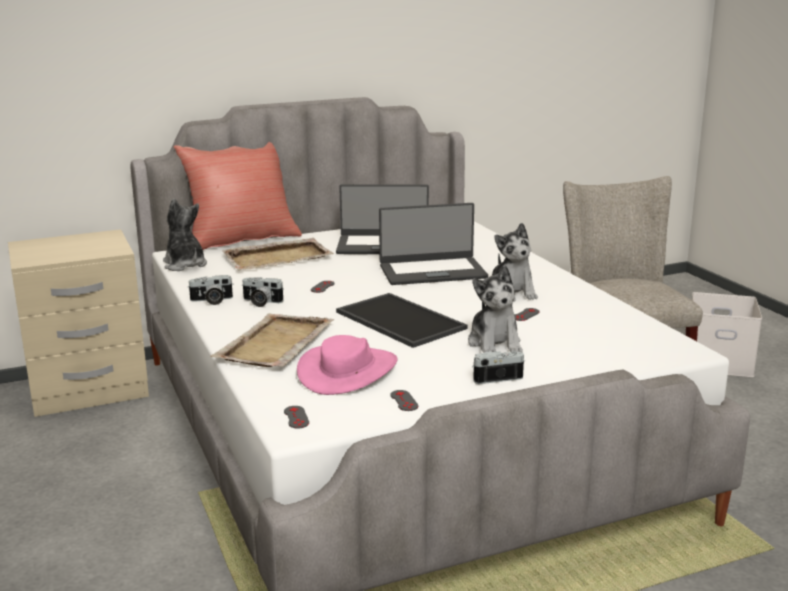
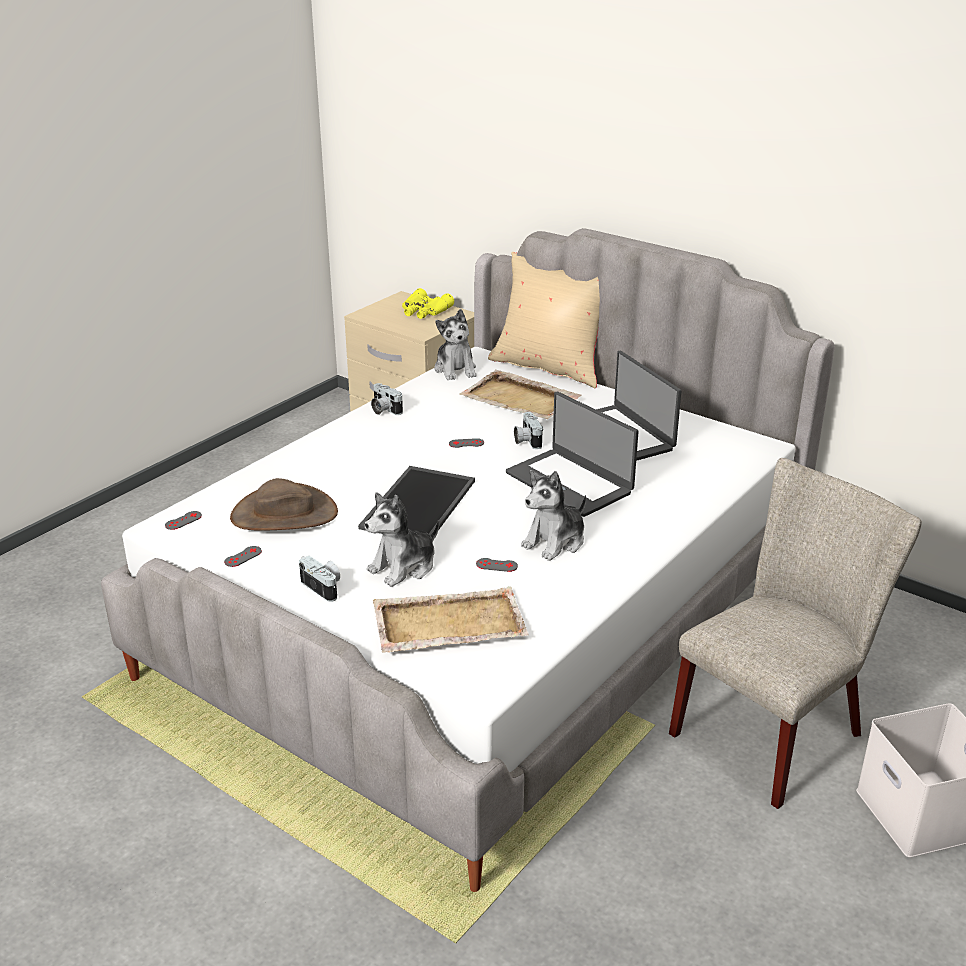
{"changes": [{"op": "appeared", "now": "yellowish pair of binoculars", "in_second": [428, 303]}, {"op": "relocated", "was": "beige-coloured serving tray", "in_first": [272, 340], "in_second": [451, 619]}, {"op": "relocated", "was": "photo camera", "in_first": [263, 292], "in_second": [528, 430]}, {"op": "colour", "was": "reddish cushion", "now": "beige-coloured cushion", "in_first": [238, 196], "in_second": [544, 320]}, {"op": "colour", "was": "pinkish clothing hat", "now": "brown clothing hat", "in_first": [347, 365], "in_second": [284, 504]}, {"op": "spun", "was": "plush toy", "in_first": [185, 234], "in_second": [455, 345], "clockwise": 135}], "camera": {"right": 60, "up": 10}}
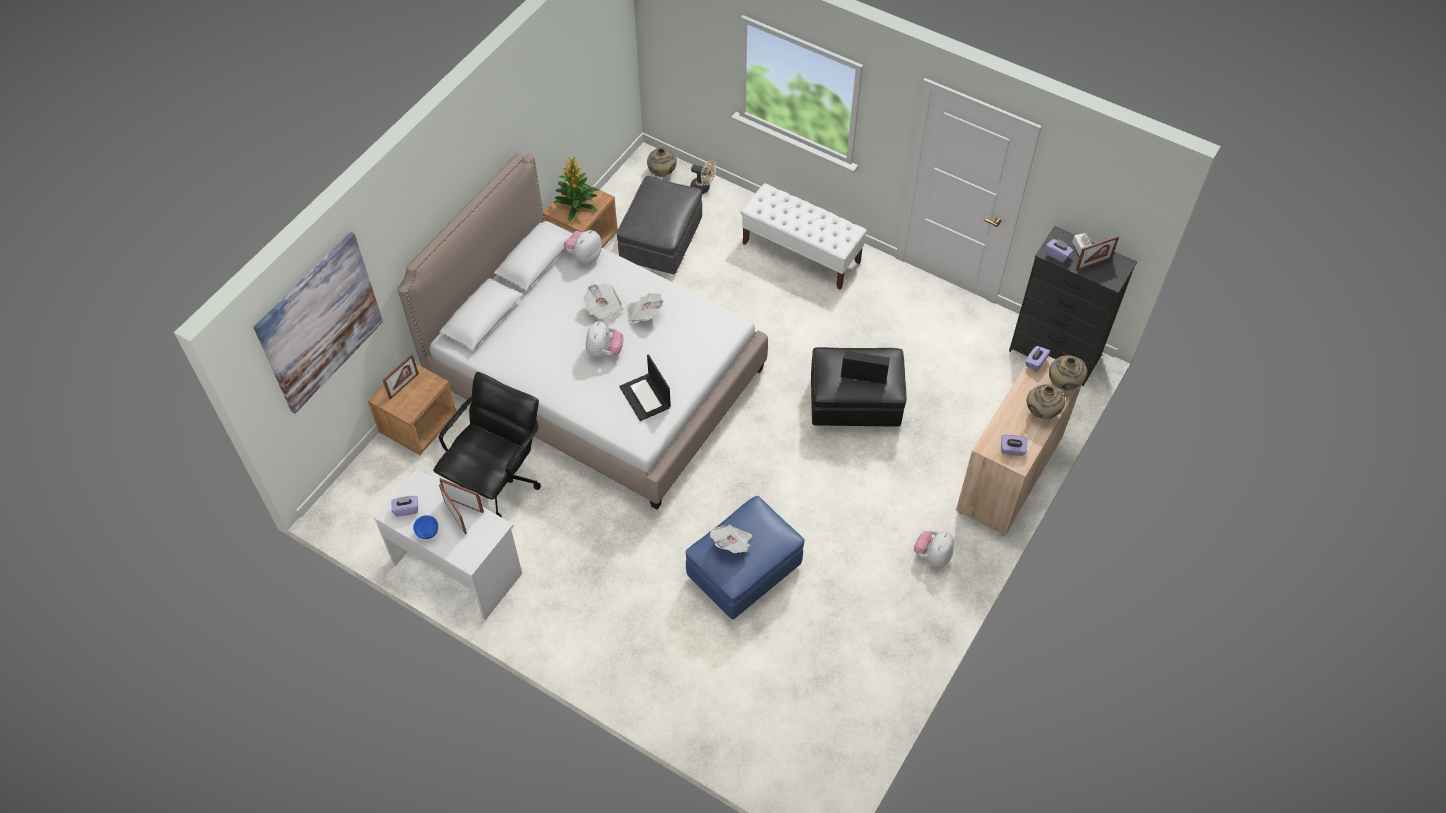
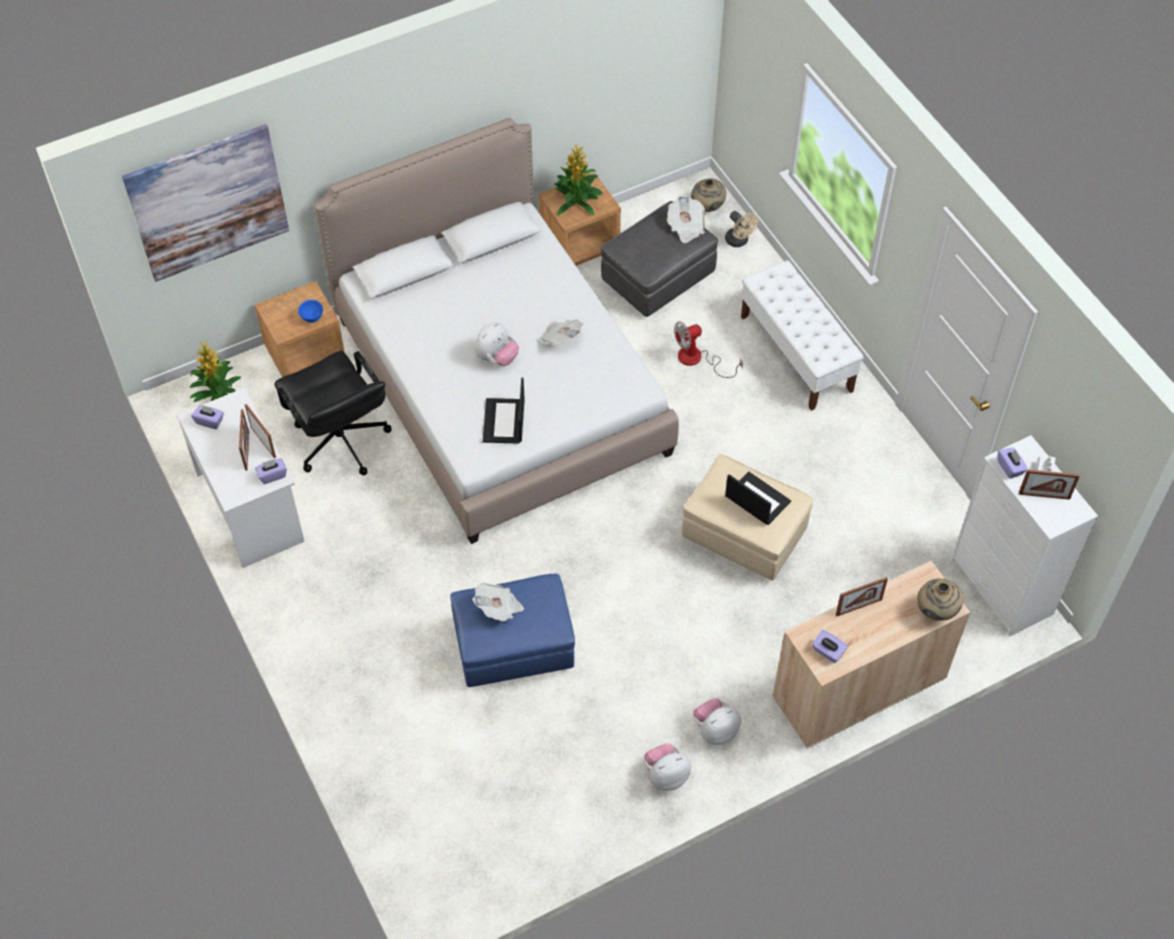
{"changes": [{"op": "missing", "was": "beige-coloured decorative vase", "in_first": [1046, 401]}, {"op": "appeared", "now": "plant in a pot", "in_second": [215, 371]}, {"op": "appeared", "now": "fan", "in_second": [708, 349]}, {"op": "relocated", "was": "picture frame", "in_first": [401, 376], "in_second": [862, 597]}, {"op": "relocated", "was": "blue-coloured bowl", "in_first": [425, 527], "in_second": [310, 311]}, {"op": "relocated", "was": "plush toy", "in_first": [583, 247], "in_second": [667, 767]}, {"op": "relocated", "was": "newspaper", "in_first": [603, 304], "in_second": [686, 219]}, {"op": "relocated", "was": "purplish tissue box", "in_first": [1037, 359], "in_second": [271, 471]}, {"op": "colour", "was": "blackish pouffe", "now": "beige-coloured pouffe", "in_first": [858, 387], "in_second": [747, 517]}, {"op": "colour", "was": "blackish chest of drawers", "now": "whitish chest of drawers", "in_first": [1073, 306], "in_second": [1024, 536]}, {"op": "spun", "was": "blackish computer chair", "in_first": [487, 444], "in_second": [333, 413], "clockwise": 90}], "camera": {"right": 30, "up": 0}}
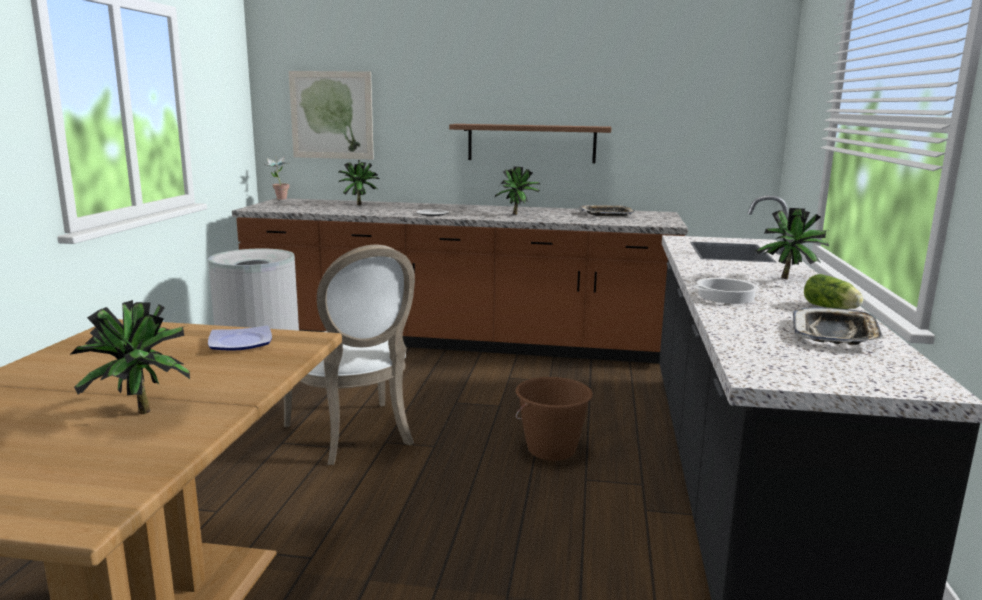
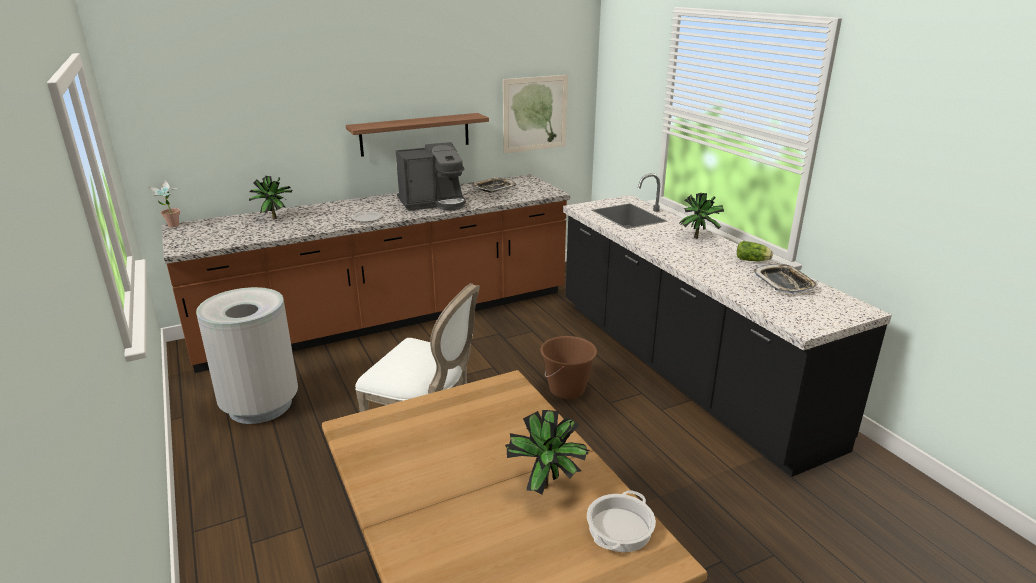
{"changes": [{"op": "missing", "was": "plate", "in_first": [240, 338]}, {"op": "relocated", "was": "picture", "in_first": [331, 115], "in_second": [535, 114]}, {"op": "relocated", "was": "saucepot", "in_first": [726, 291], "in_second": [621, 521]}, {"op": "exchanged", "was": "plant in a pot", "now": "coffee brewer", "in_first": [517, 191], "in_second": [431, 176]}], "camera": {"right": -35, "up": 10}}
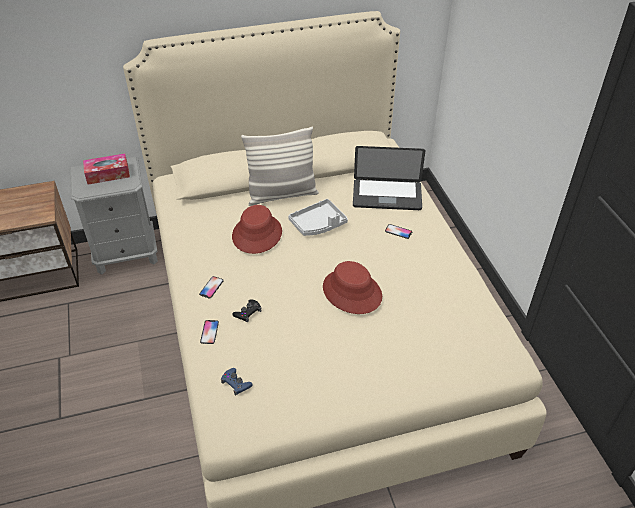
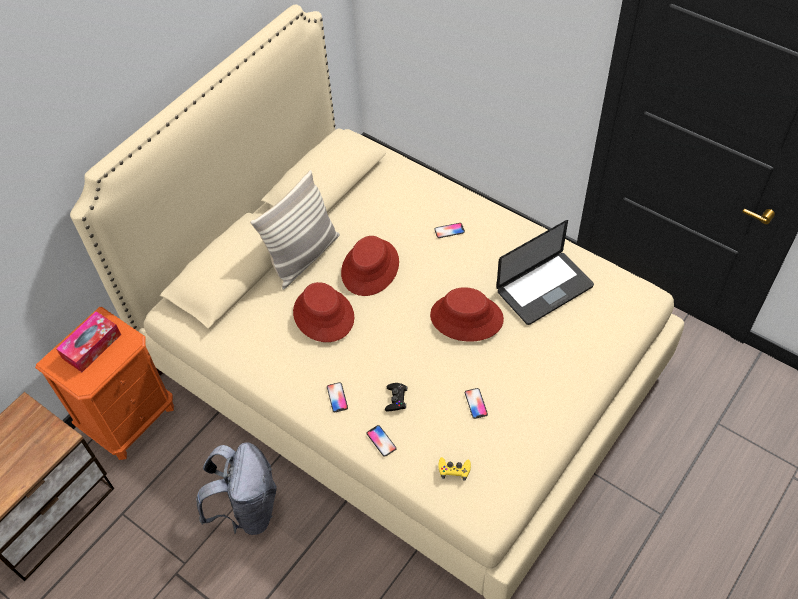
{"changes": [{"op": "appeared", "now": "greyish backpack", "in_second": [236, 488]}, {"op": "appeared", "now": "handset", "in_second": [476, 403]}, {"op": "relocated", "was": "notebook computer", "in_first": [389, 178], "in_second": [545, 272]}, {"op": "exchanged", "was": "greyish serving tray", "now": "reddish clothing hat", "in_first": [318, 217], "in_second": [370, 266]}, {"op": "colour", "was": "greyish bedside table", "now": "orange-coloured bedside table", "in_first": [114, 215], "in_second": [104, 383]}, {"op": "colour", "was": "blue-coloured joypad", "now": "yellowish joypad", "in_first": [237, 381], "in_second": [454, 469]}], "camera": {"right": -35, "up": 10}}
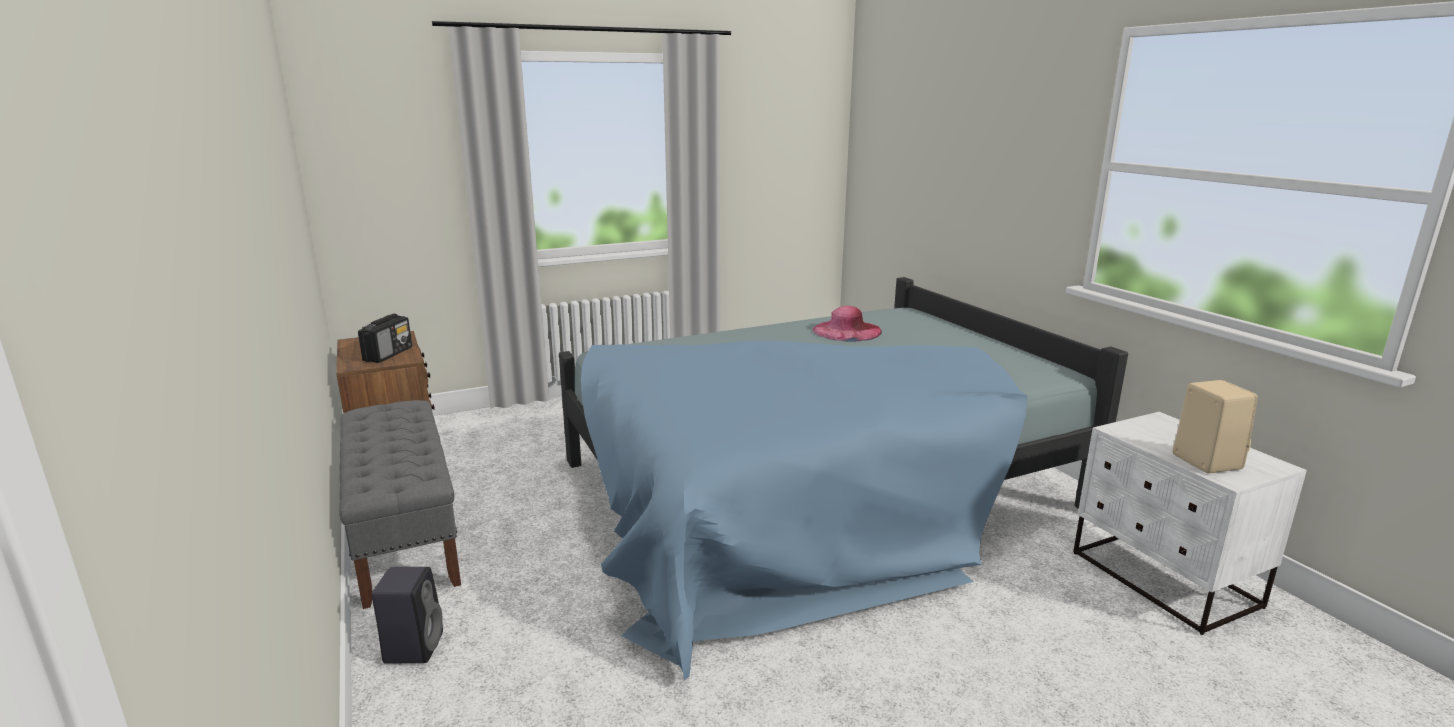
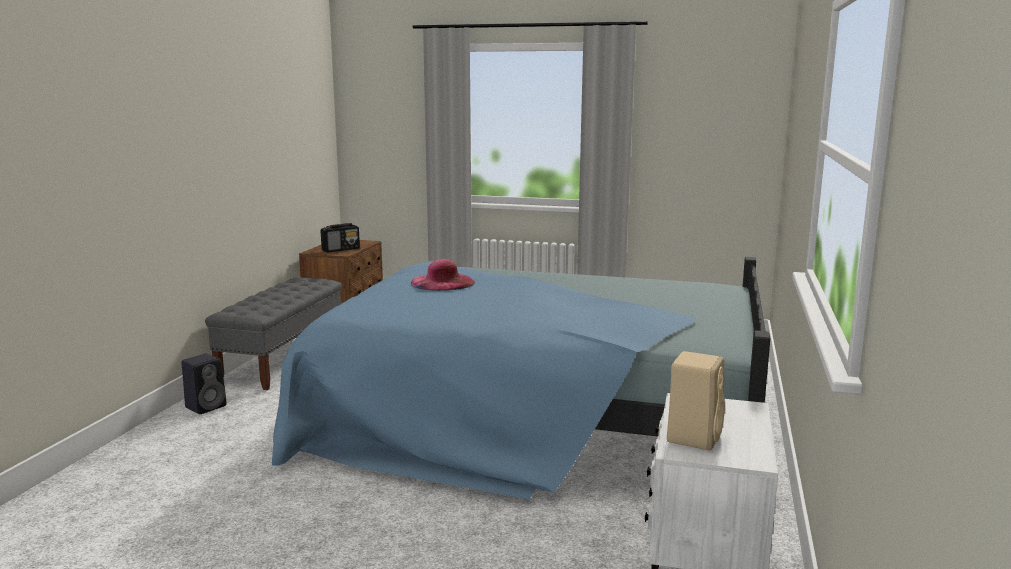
{"changes": [{"op": "relocated", "was": "pinkish clothing hat", "in_first": [847, 324], "in_second": [443, 275]}], "camera": {"right": 40, "up": -5}}
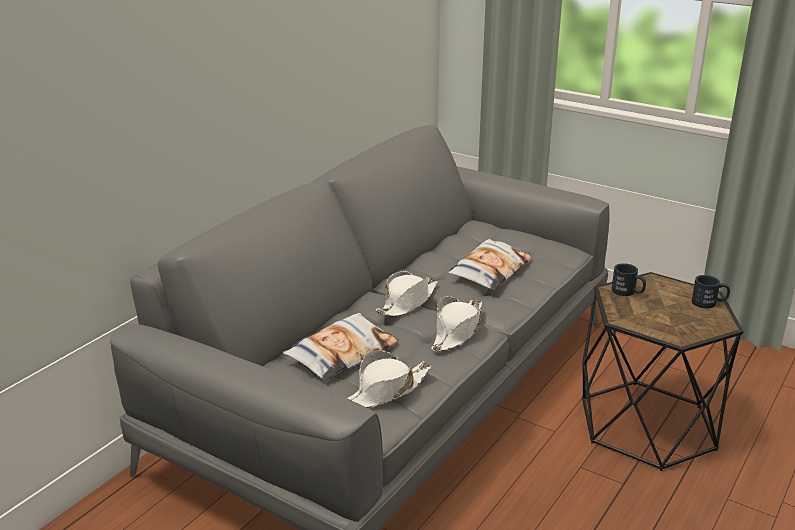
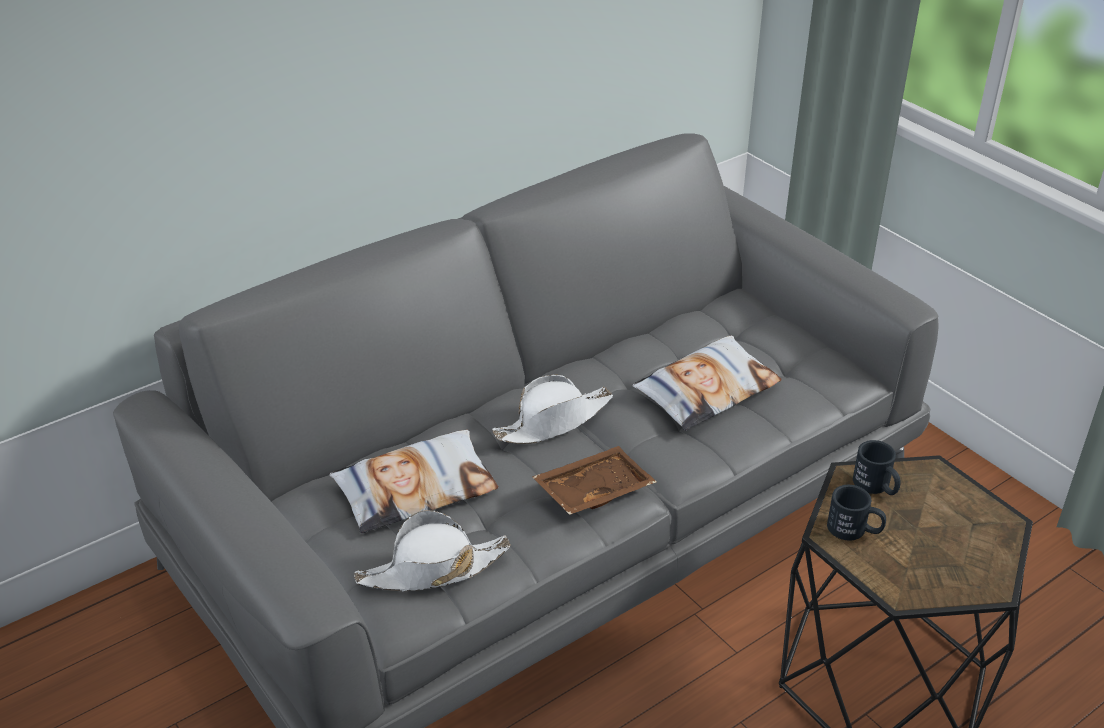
{"changes": [{"op": "relocated", "was": "blackish tea mug", "in_first": [711, 292], "in_second": [856, 513]}, {"op": "exchanged", "was": "whitish clothing hat", "now": "brown serving tray", "in_first": [456, 324], "in_second": [594, 480]}], "camera": {"right": 20, "up": 10}}
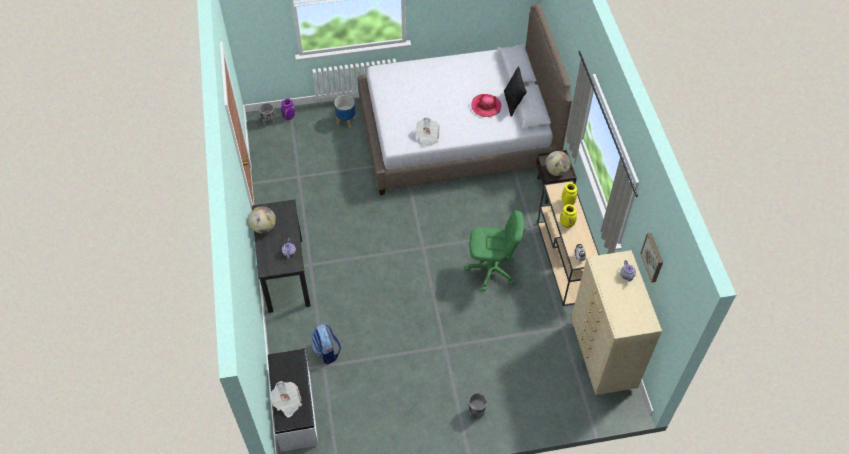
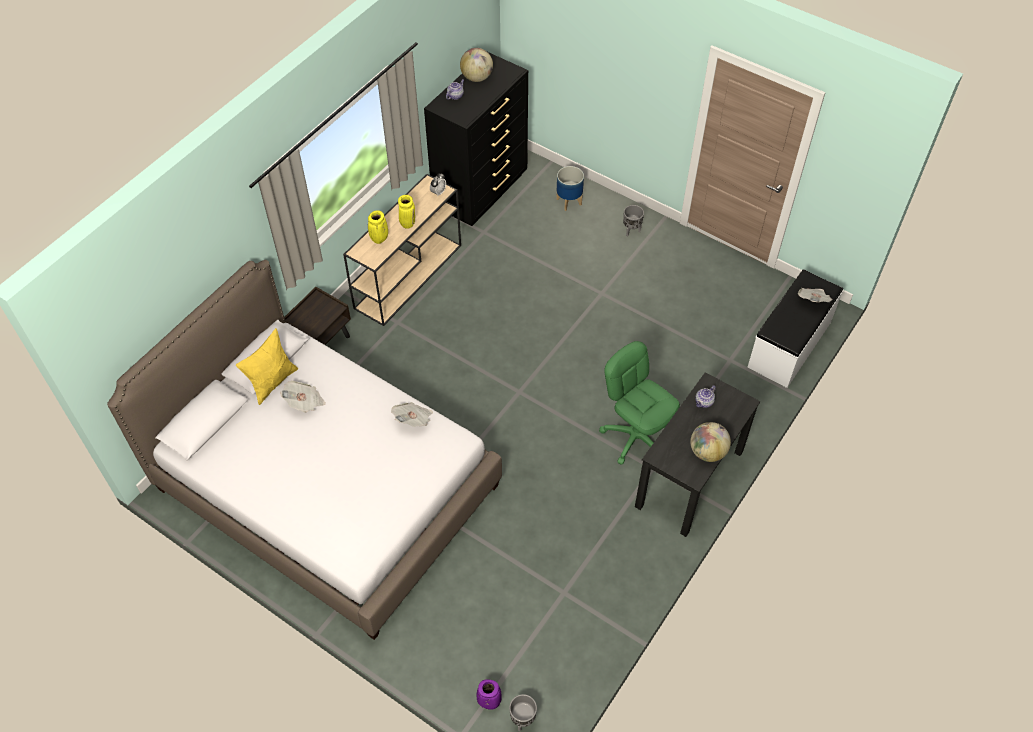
{"changes": [{"op": "missing", "was": "backpack", "in_first": [326, 344]}, {"op": "missing", "was": "picture", "in_first": [651, 258]}, {"op": "relocated", "was": "plant pot", "in_first": [345, 111], "in_second": [570, 188]}, {"op": "relocated", "was": "greenish computer chair", "in_first": [494, 250], "in_second": [639, 403]}, {"op": "relocated", "was": "world globe", "in_first": [557, 163], "in_second": [476, 65]}, {"op": "exchanged", "was": "clothing hat", "now": "newspaper", "in_first": [486, 105], "in_second": [303, 397]}, {"op": "colour", "was": "blackish cushion", "now": "yellowish cushion", "in_first": [515, 91], "in_second": [267, 366]}, {"op": "colour", "was": "beige-coloured chest of drawers", "now": "blackish chest of drawers", "in_first": [616, 322], "in_second": [476, 139]}], "camera": {"right": -135, "up": 0}}
